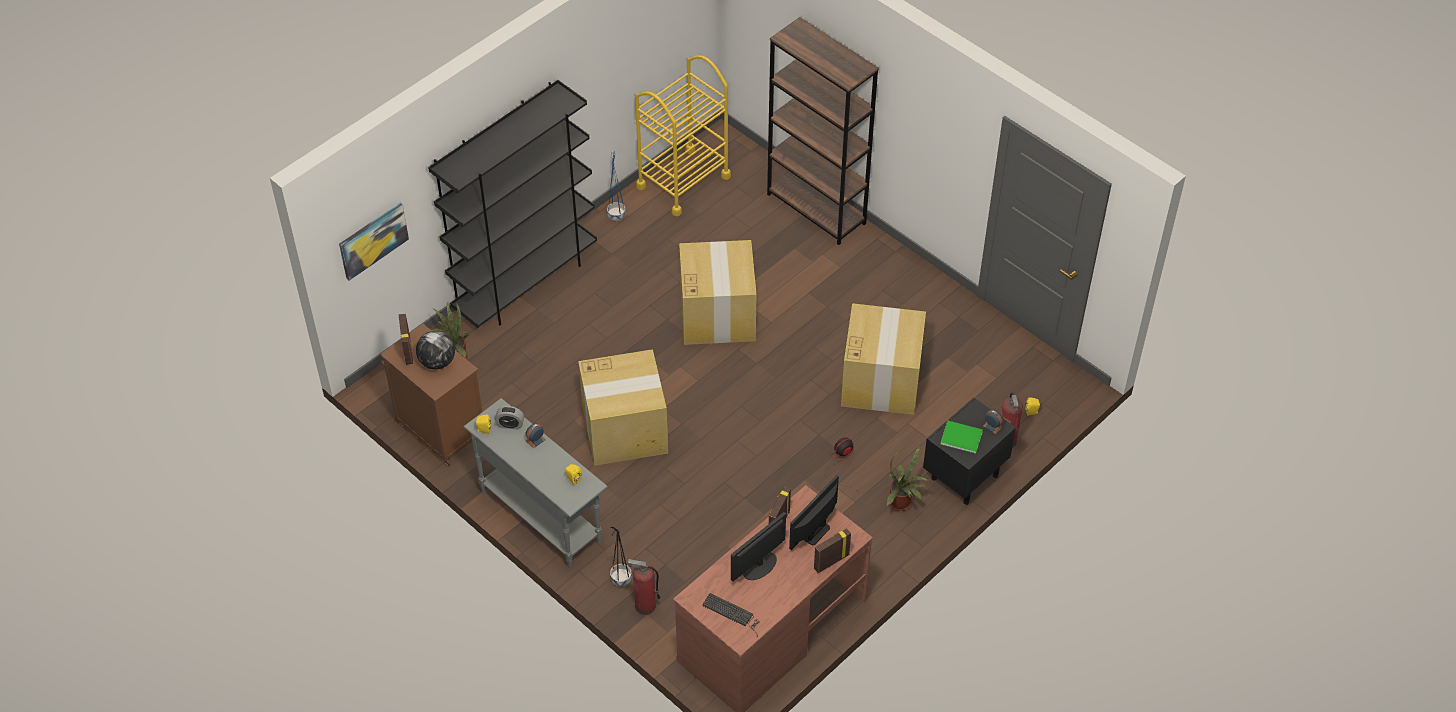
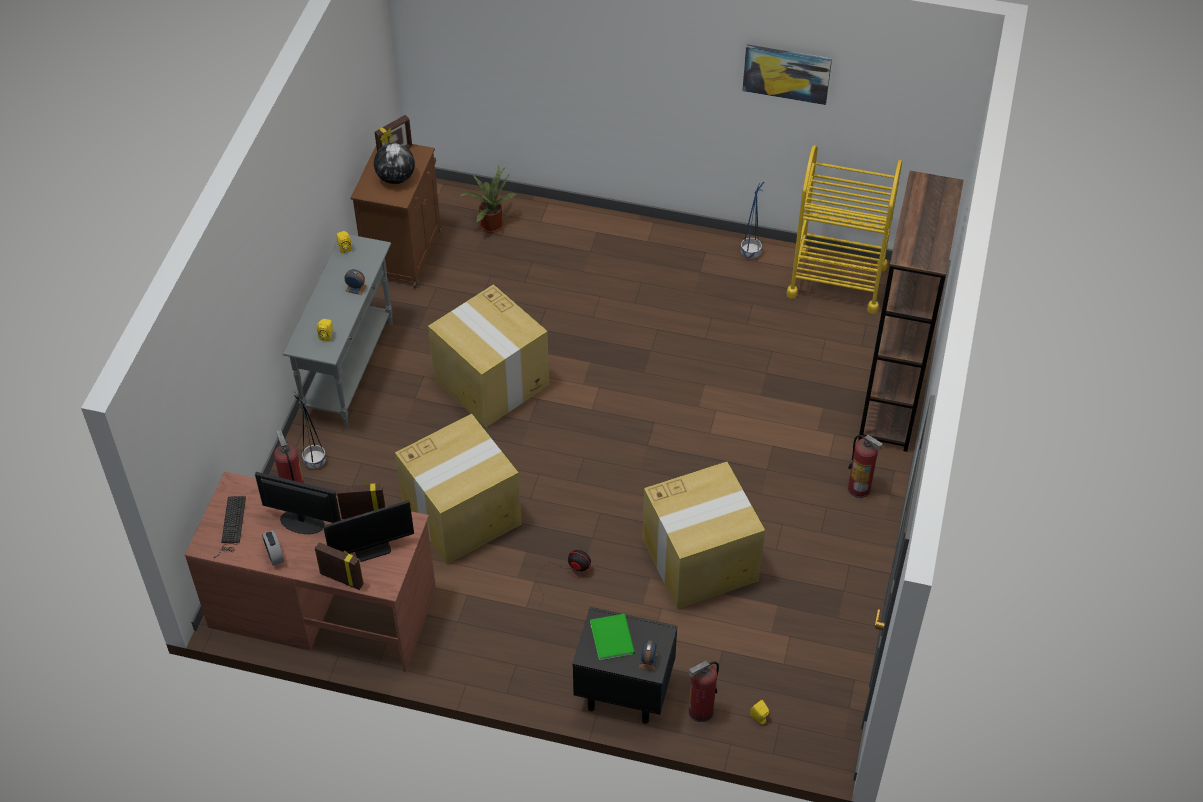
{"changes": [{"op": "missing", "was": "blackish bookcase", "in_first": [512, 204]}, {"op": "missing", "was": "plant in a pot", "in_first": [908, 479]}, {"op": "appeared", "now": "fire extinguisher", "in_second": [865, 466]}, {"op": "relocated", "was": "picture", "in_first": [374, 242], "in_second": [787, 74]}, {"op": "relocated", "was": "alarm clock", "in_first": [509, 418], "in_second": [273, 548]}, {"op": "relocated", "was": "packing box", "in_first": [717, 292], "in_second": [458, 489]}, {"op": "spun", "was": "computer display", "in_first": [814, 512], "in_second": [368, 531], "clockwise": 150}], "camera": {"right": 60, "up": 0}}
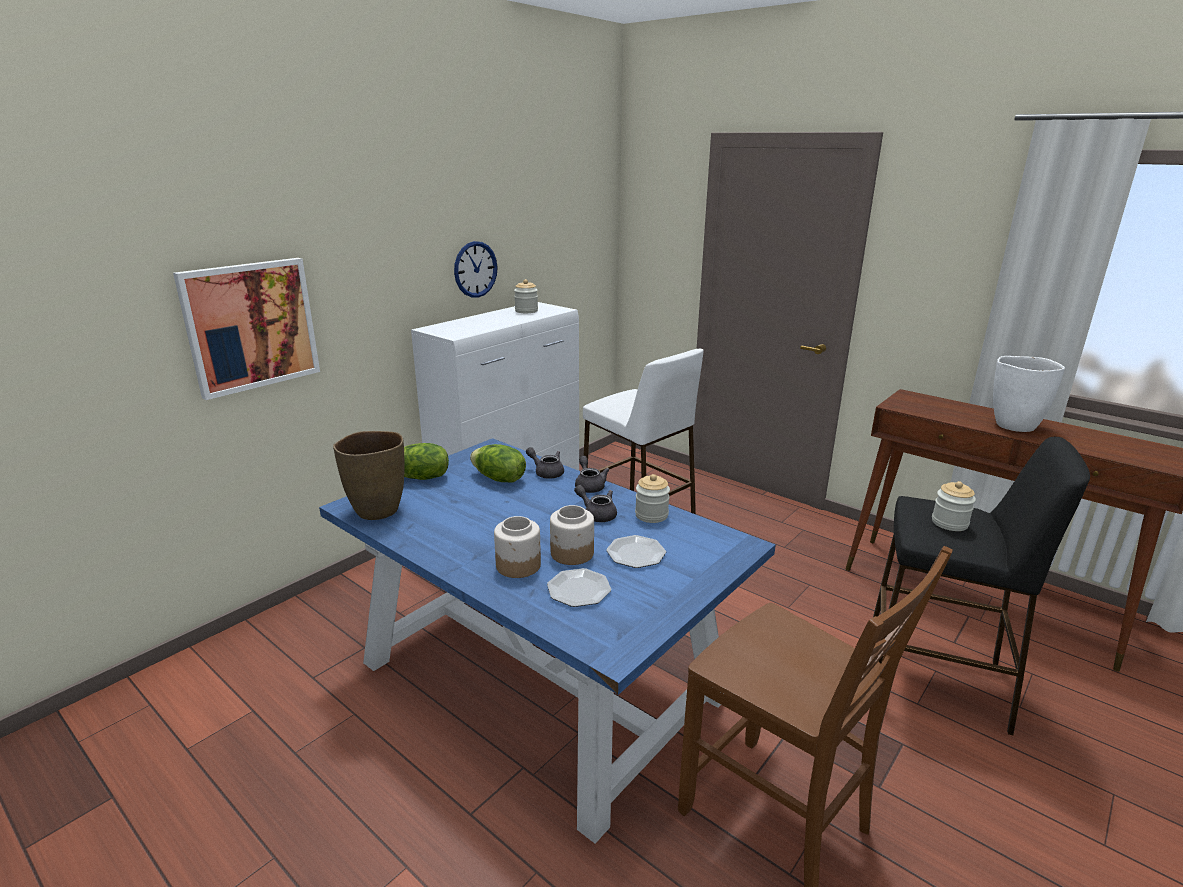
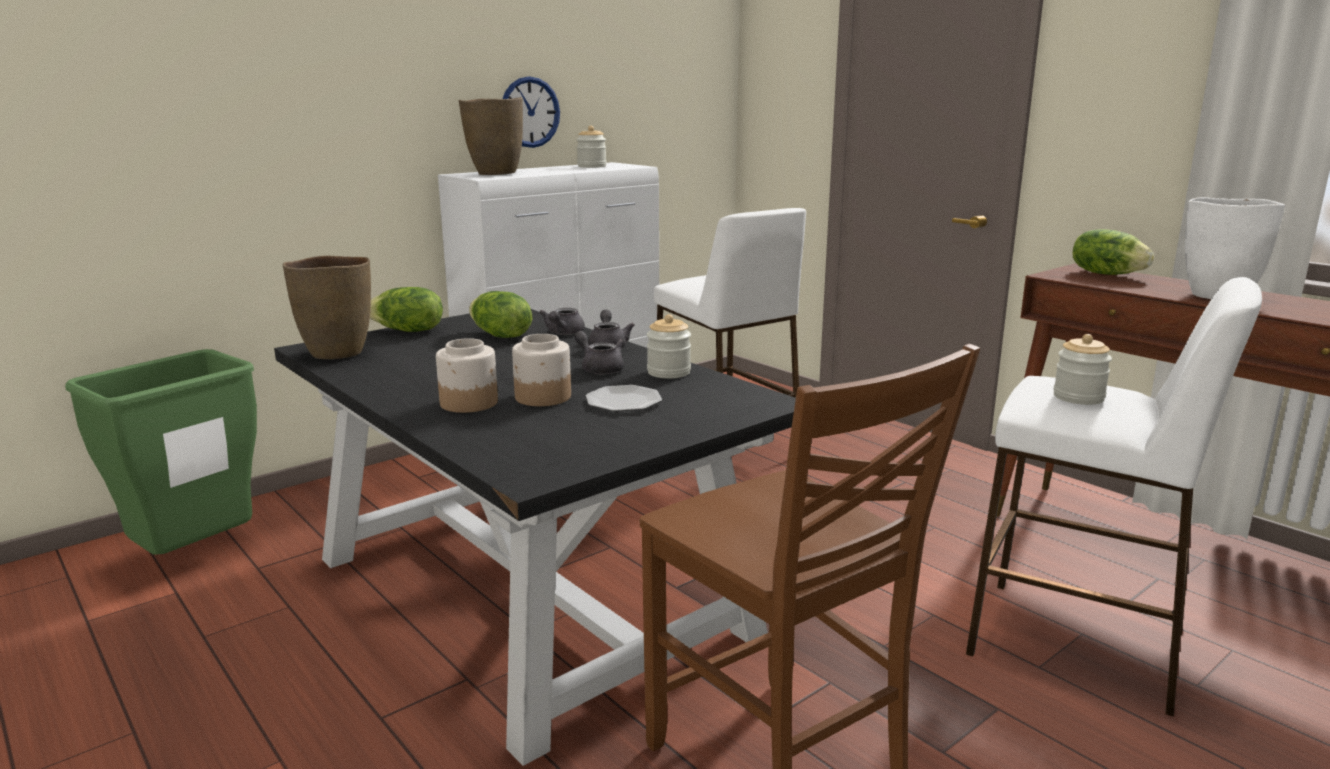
{"changes": [{"op": "missing", "was": "picture", "in_first": [246, 329]}, {"op": "missing", "was": "plate", "in_first": [579, 587]}, {"op": "appeared", "now": "greenish waste bin", "in_second": [161, 452]}, {"op": "appeared", "now": "brown decorative vase", "in_second": [491, 136]}, {"op": "appeared", "now": "lettuce", "in_second": [1113, 252]}, {"op": "colour", "was": "blue-coloured dining table", "now": "blackish dining table", "in_first": [547, 641], "in_second": [535, 537]}, {"op": "colour", "was": "blackish stool", "now": "whitish stool", "in_first": [981, 586], "in_second": [1114, 496]}, {"op": "spun", "was": "greyish tea pot", "in_first": [545, 463], "in_second": [562, 321], "clockwise": -120}], "camera": {"right": 10, "up": -5}}
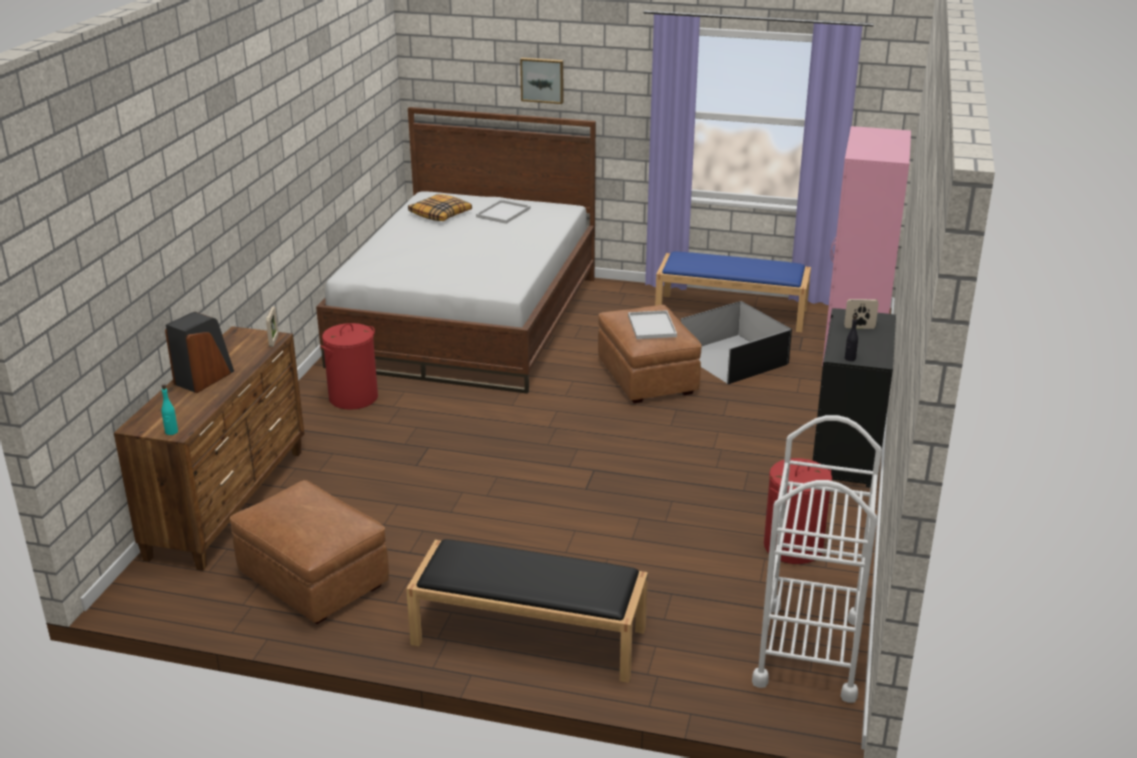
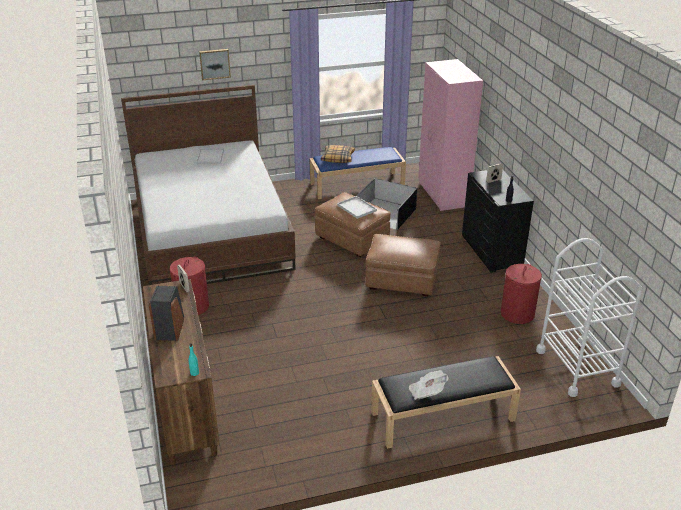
{"changes": [{"op": "appeared", "now": "newspaper", "in_second": [428, 385]}, {"op": "relocated", "was": "brown pouffe", "in_first": [309, 552], "in_second": [402, 265]}, {"op": "relocated", "was": "cushion", "in_first": [440, 207], "in_second": [338, 154]}], "camera": {"right": -30, "up": 5}}
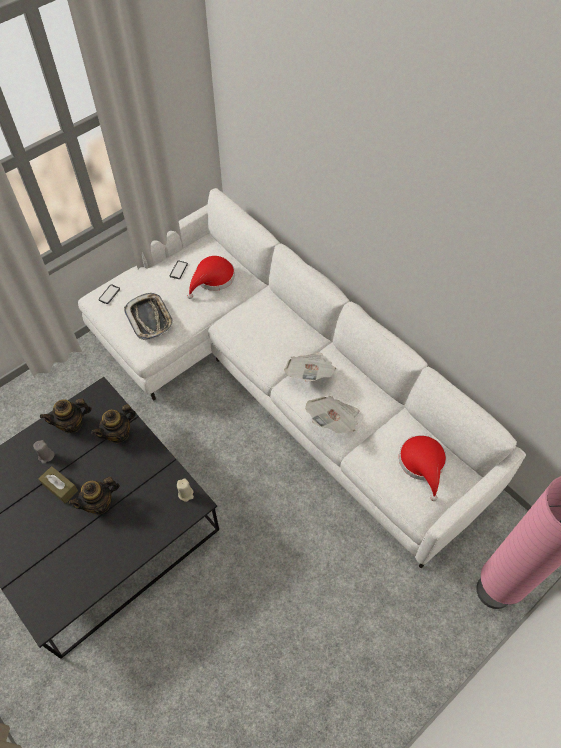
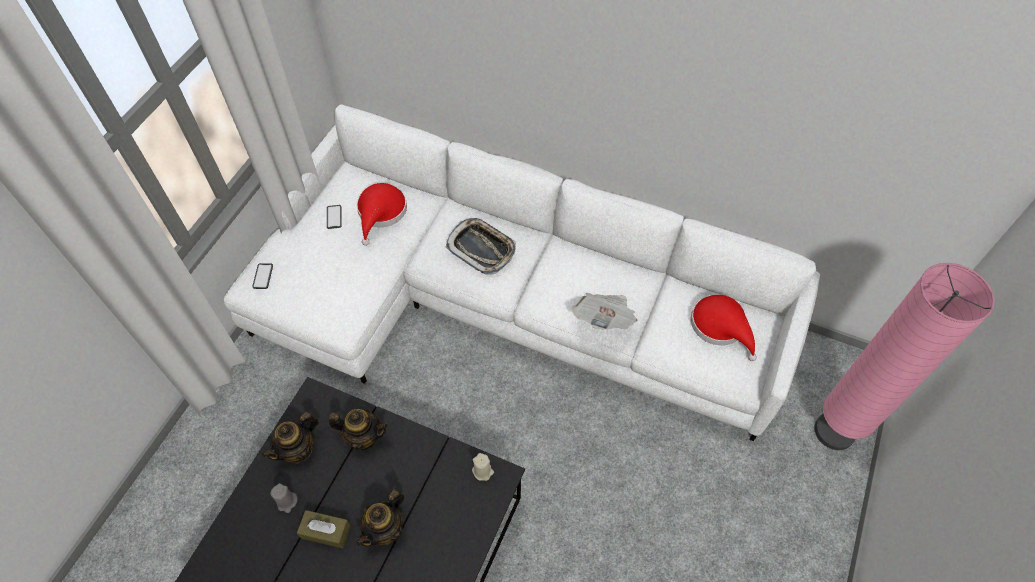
{"changes": [{"op": "missing", "was": "newspaper", "in_first": [310, 367]}, {"op": "relocated", "was": "serving tray", "in_first": [149, 316], "in_second": [481, 246]}, {"op": "spun", "was": "tea pot", "in_first": [113, 424], "in_second": [358, 429], "clockwise": -105}], "camera": {"right": -25, "up": 0}}
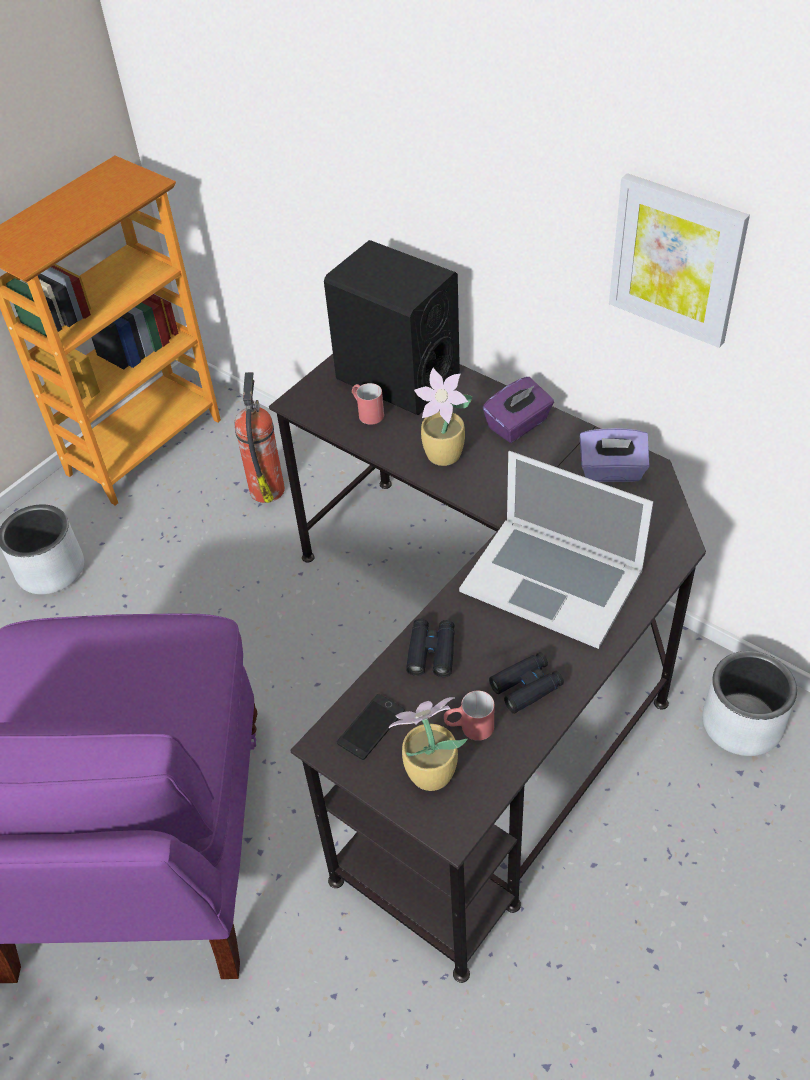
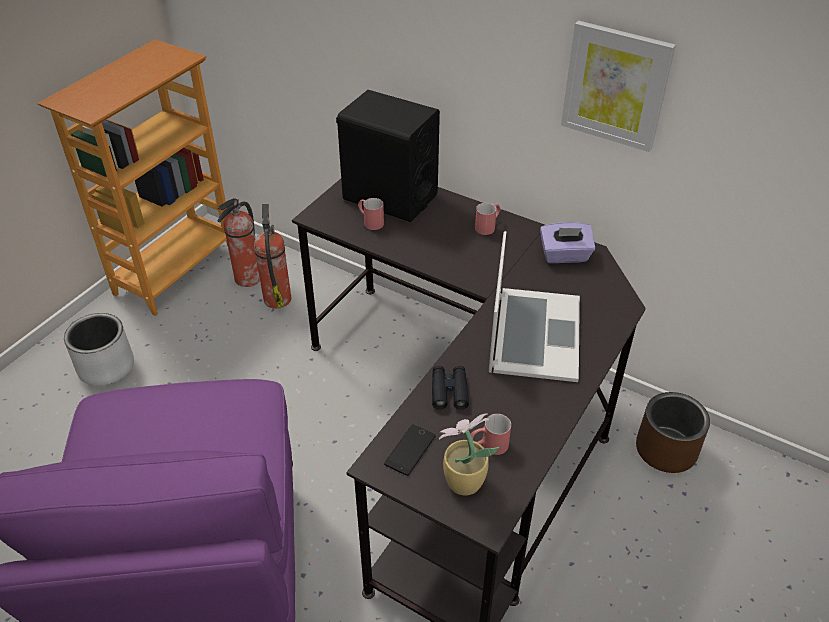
{"changes": [{"op": "missing", "was": "plant in a pot", "in_first": [443, 417]}, {"op": "missing", "was": "blackish pair of binoculars", "in_first": [526, 683]}, {"op": "appeared", "now": "fire extinguisher", "in_second": [238, 242]}, {"op": "exchanged", "was": "purplish tissue box", "now": "reddish tea mug", "in_first": [518, 410], "in_second": [488, 219]}, {"op": "colour", "was": "greyish plant pot", "now": "brown plant pot", "in_first": [750, 703], "in_second": [673, 432]}, {"op": "spun", "was": "notebook computer", "in_first": [556, 550], "in_second": [534, 306], "clockwise": -105}], "camera": {"right": -10, "up": -5}}
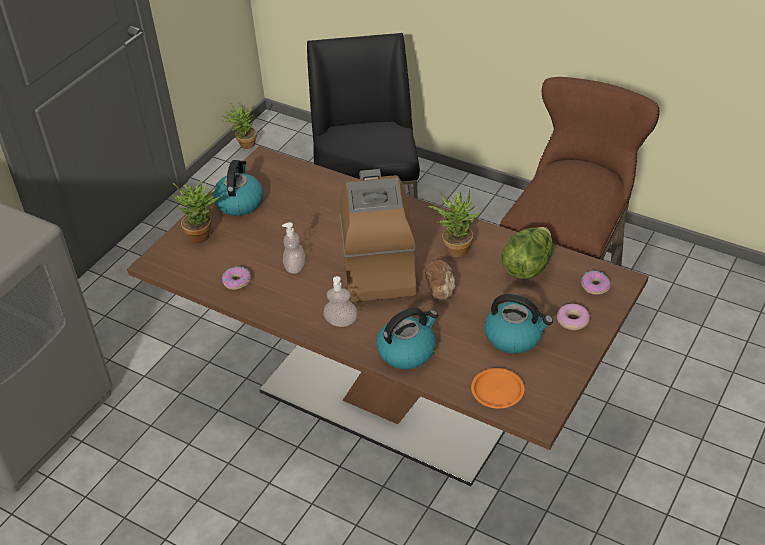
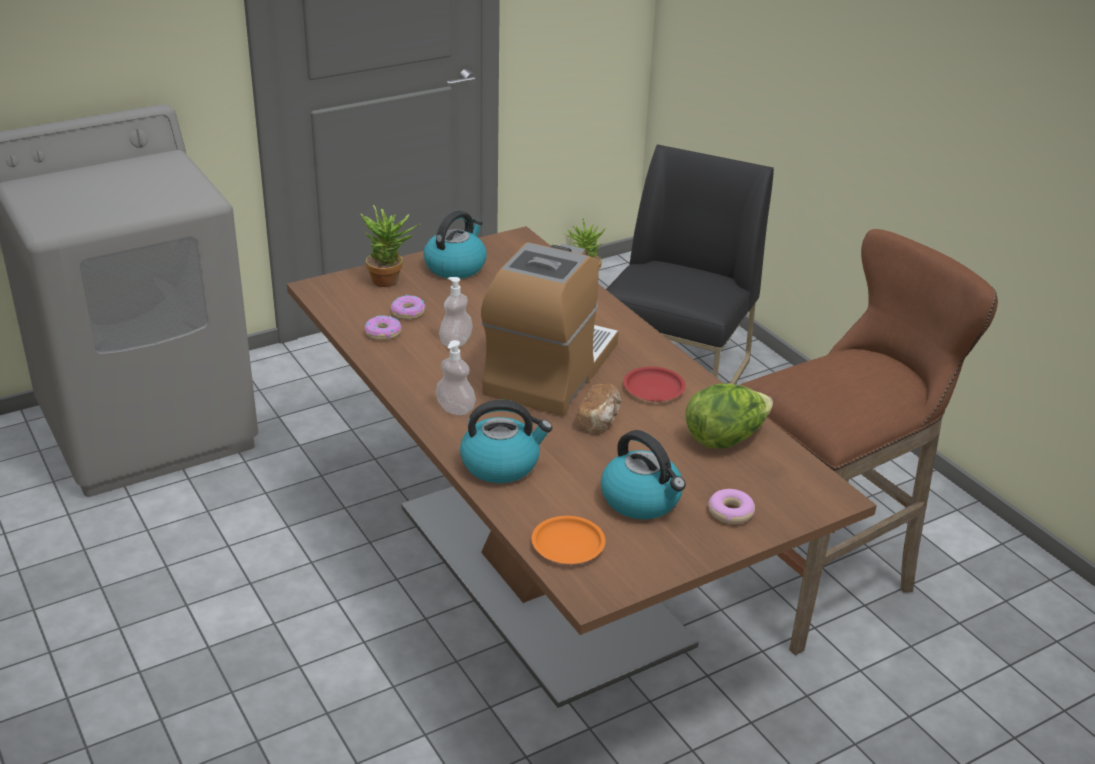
{"changes": [{"op": "relocated", "was": "donut", "in_first": [596, 283], "in_second": [408, 307]}, {"op": "exchanged", "was": "plant in a pot", "now": "reddish plate", "in_first": [454, 223], "in_second": [654, 384]}], "camera": {"right": 25, "up": -10}}
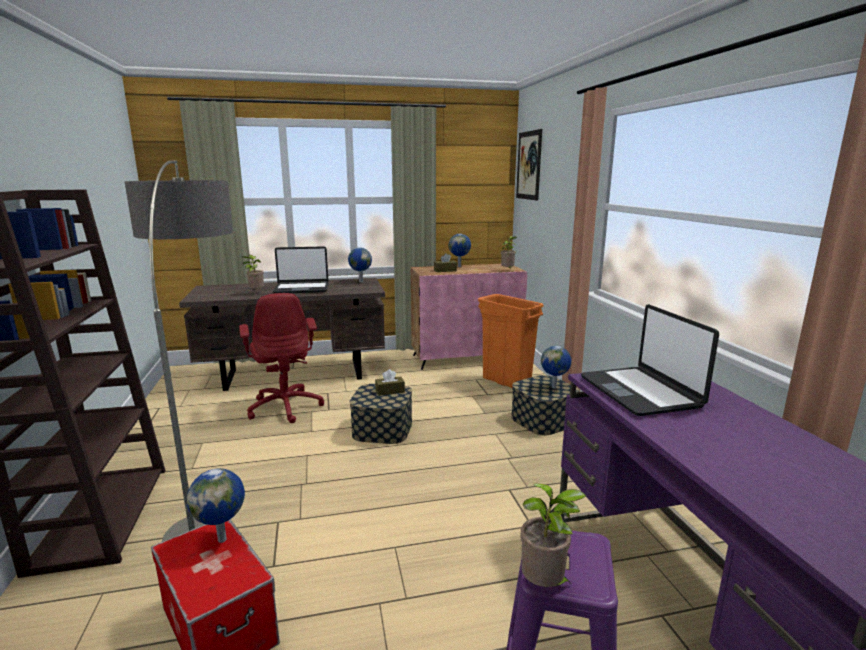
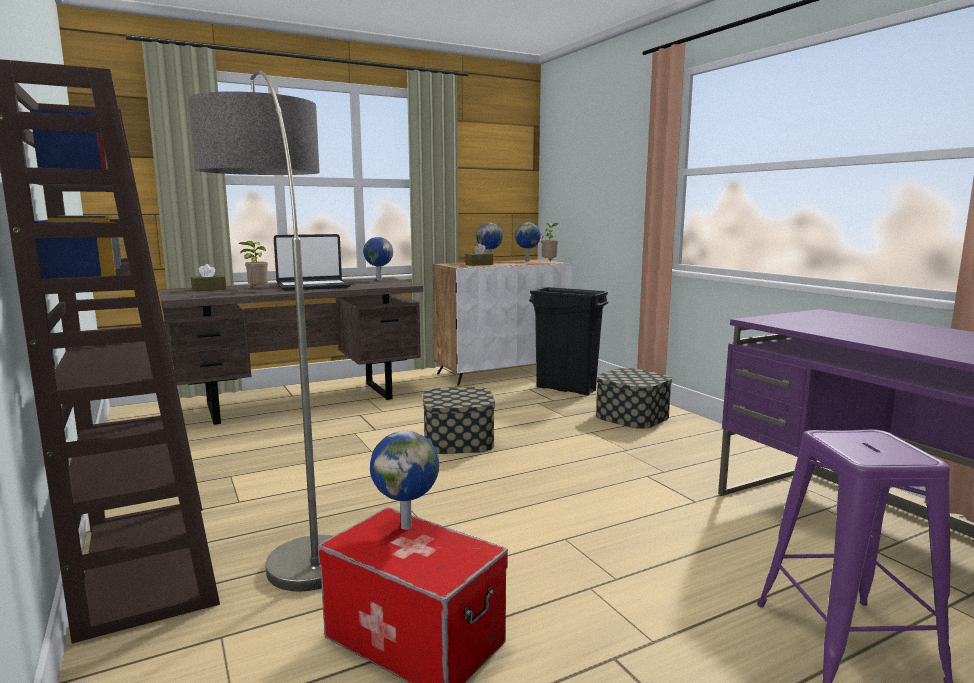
{"changes": [{"op": "missing", "was": "reddish computer chair", "in_first": [281, 358]}, {"op": "missing", "was": "picture", "in_first": [529, 165]}, {"op": "missing", "was": "plant in a pot", "in_first": [553, 535]}, {"op": "missing", "was": "notebook computer", "in_first": [650, 360]}, {"op": "relocated", "was": "brown tissue box", "in_first": [390, 382], "in_second": [208, 277]}, {"op": "relocated", "was": "world globe", "in_first": [556, 367], "in_second": [528, 241]}, {"op": "colour", "was": "pinkish cupboard", "now": "whitish cupboard", "in_first": [469, 317], "in_second": [502, 322]}, {"op": "colour", "was": "orange-coloured waste bin", "now": "blackish waste bin", "in_first": [510, 341], "in_second": [568, 341]}], "camera": {"right": -15, "up": -5}}
